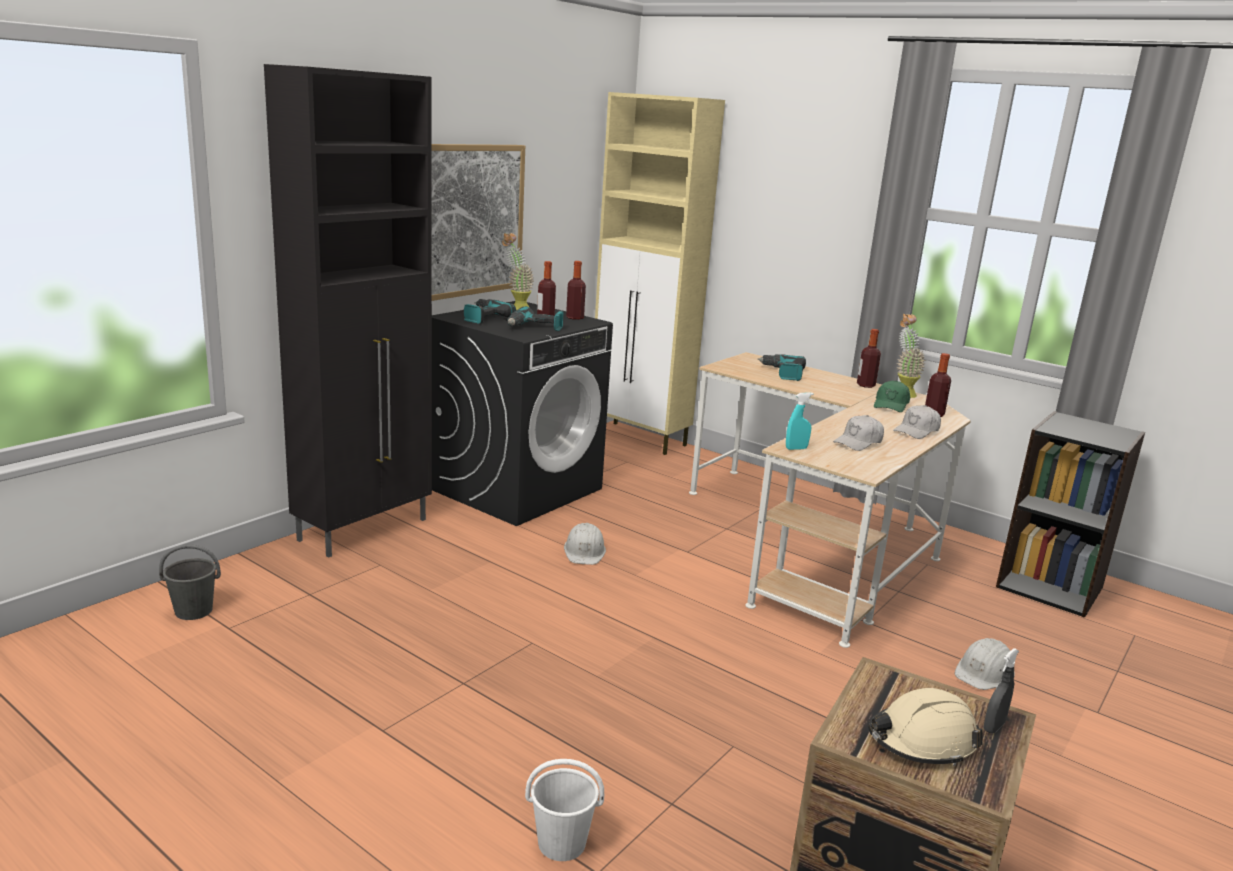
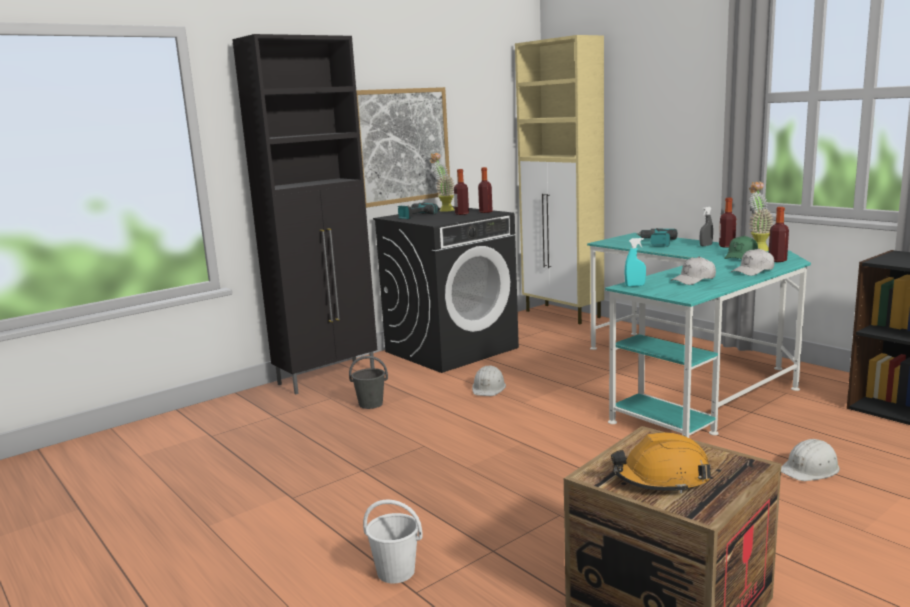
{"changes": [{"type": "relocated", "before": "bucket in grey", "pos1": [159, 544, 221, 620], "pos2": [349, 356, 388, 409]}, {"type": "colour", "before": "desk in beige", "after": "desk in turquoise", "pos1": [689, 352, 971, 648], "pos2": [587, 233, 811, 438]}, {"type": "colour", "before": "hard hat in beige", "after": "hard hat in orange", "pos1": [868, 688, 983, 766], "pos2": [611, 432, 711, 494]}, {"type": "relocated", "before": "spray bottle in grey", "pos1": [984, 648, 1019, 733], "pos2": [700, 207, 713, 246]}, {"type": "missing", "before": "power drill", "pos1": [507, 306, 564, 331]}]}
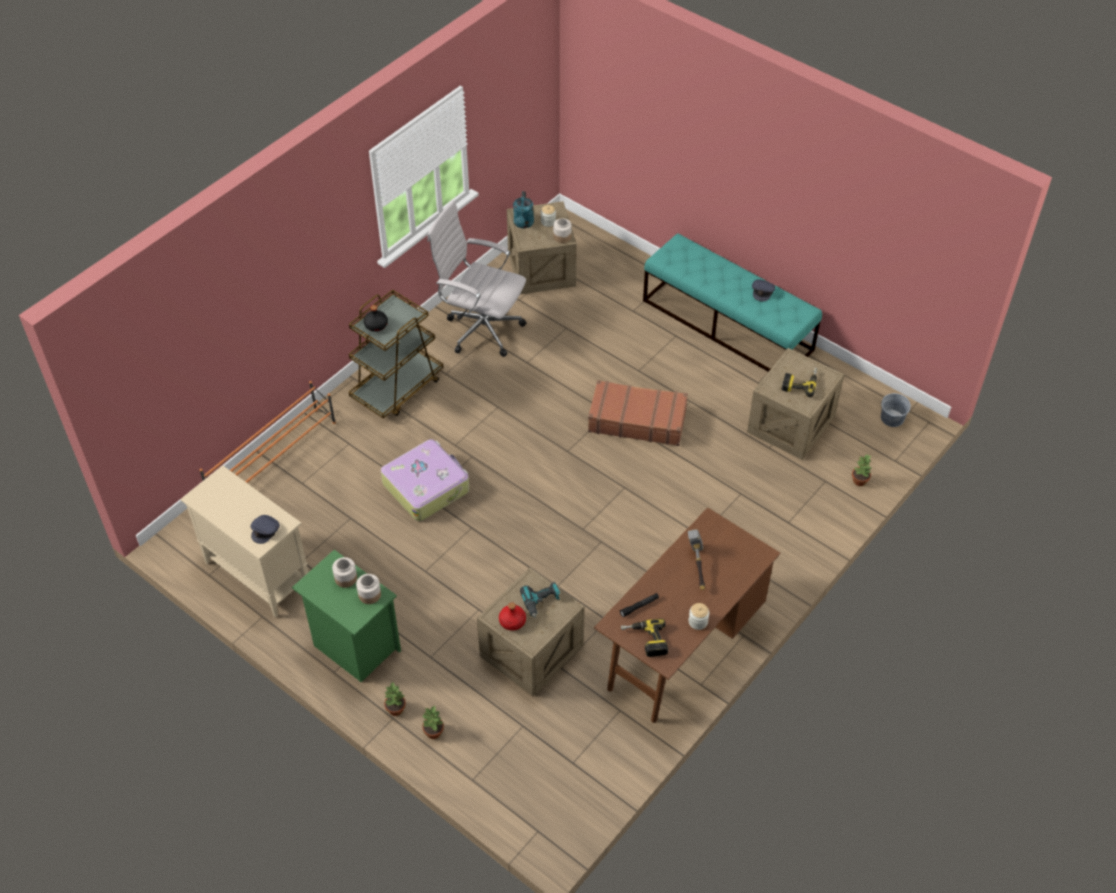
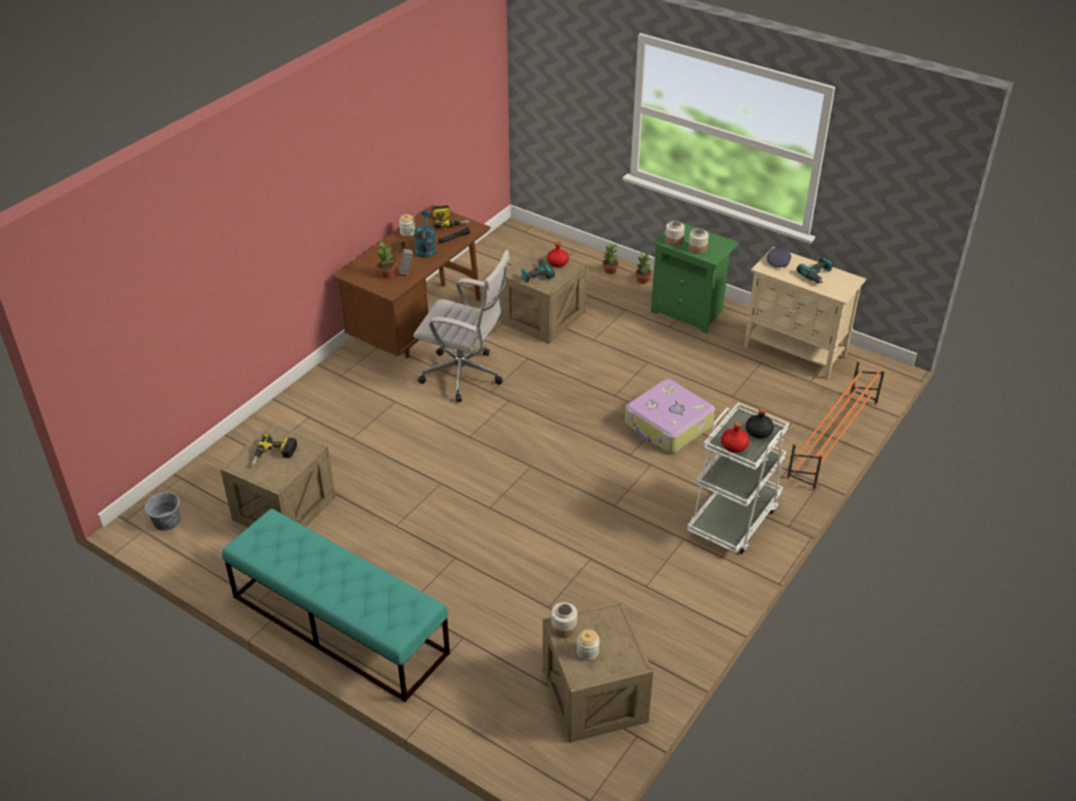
{"changes": [{"type": "relocated", "before": "potted plant", "pos1": [852, 454, 872, 486], "pos2": [377, 241, 395, 278]}, {"type": "relocated", "before": "office chair in white", "pos1": [427, 201, 527, 357], "pos2": [413, 250, 510, 402]}, {"type": "relocated", "before": "watering can in turquoise", "pos1": [513, 191, 534, 228], "pos2": [414, 210, 436, 258]}, {"type": "colour", "before": "cart in brown", "after": "cart in white", "pos1": [349, 290, 444, 419], "pos2": [687, 402, 789, 554]}, {"type": "appeared", "after": "bottle in red", "pos2": [721, 421, 750, 453]}, {"type": "appeared", "after": "power drill", "pos2": [797, 257, 832, 284]}, {"type": "missing", "before": "suitcase in brown", "pos1": [588, 380, 688, 446]}, {"type": "missing", "before": "cap in grey", "pos1": [752, 279, 775, 302]}]}
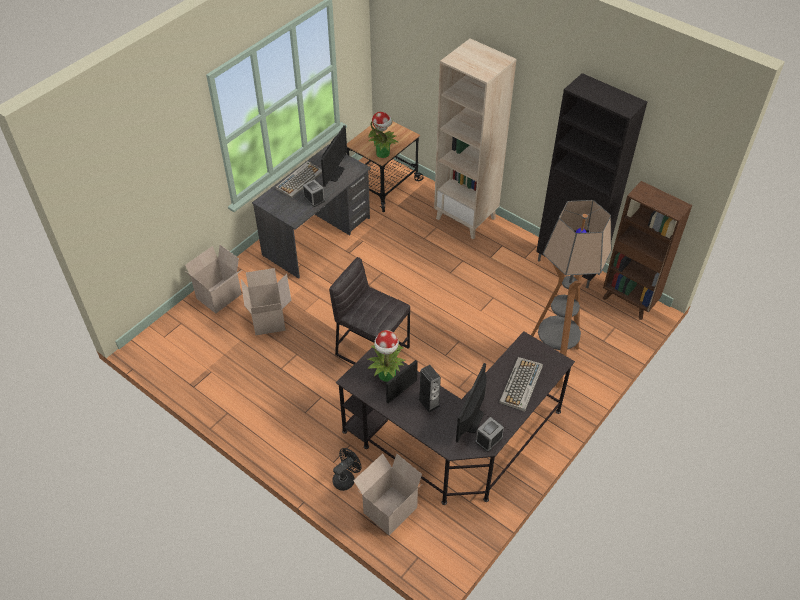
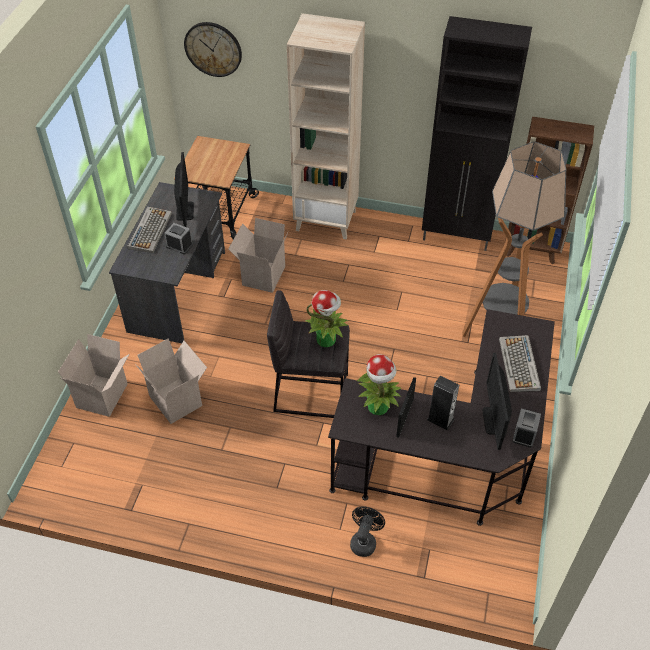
{"changes": [{"type": "appeared", "after": "wall clock", "pos2": [184, 22, 242, 77]}, {"type": "relocated", "before": "cardboard box", "pos1": [353, 453, 422, 535], "pos2": [228, 218, 289, 293]}, {"type": "relocated", "before": "potted plant", "pos1": [367, 111, 399, 158], "pos2": [305, 290, 349, 347]}]}
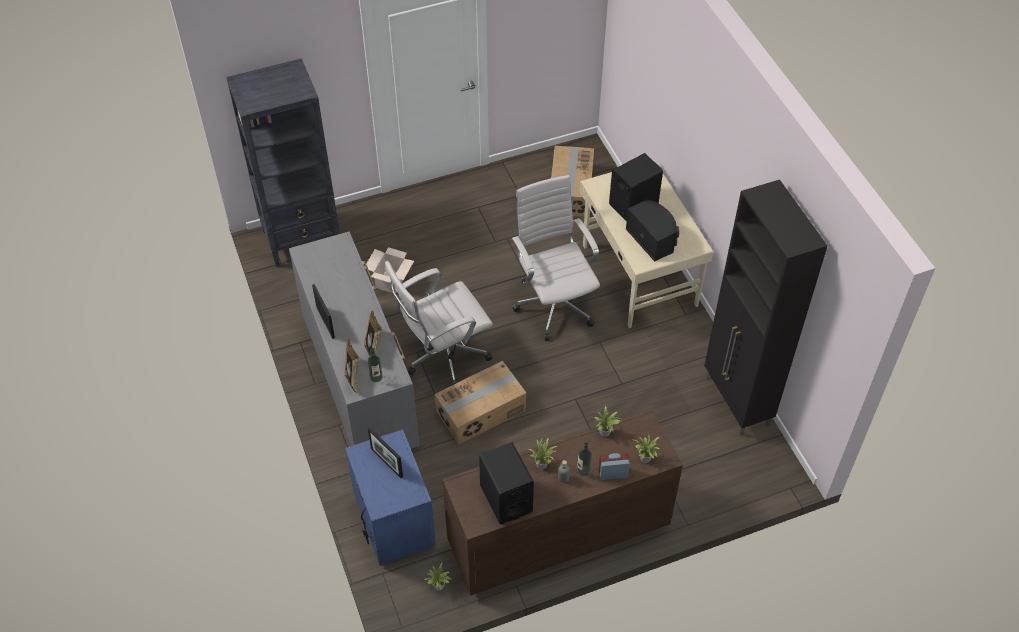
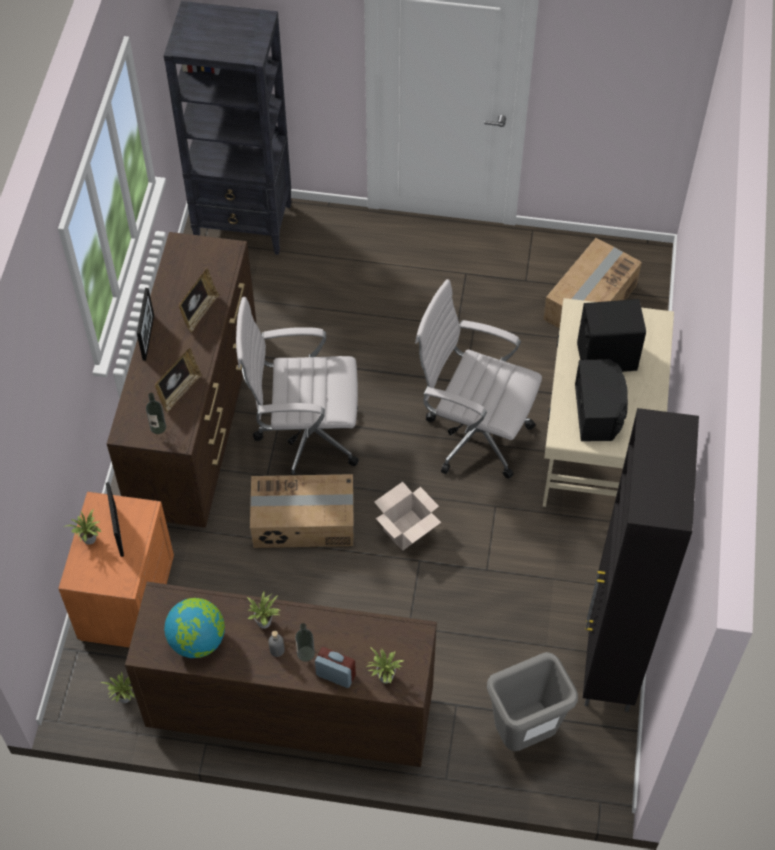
{"changes": [{"type": "colour", "before": "nightstand in blue", "after": "nightstand in orange", "pos1": [345, 429, 436, 565], "pos2": [58, 491, 174, 647]}, {"type": "relocated", "before": "potted plant", "pos1": [595, 406, 621, 437], "pos2": [64, 509, 102, 545]}, {"type": "colour", "before": "dresser in grey", "after": "dresser in brown", "pos1": [289, 232, 419, 449], "pos2": [107, 232, 256, 528]}, {"type": "exchanged", "before": "speaker in black", "after": "globe", "pos1": [479, 442, 534, 524], "pos2": [164, 598, 225, 658]}, {"type": "relocated", "before": "picture frame", "pos1": [345, 339, 360, 394], "pos2": [178, 269, 219, 333]}, {"type": "relocated", "before": "cardboard box", "pos1": [365, 247, 414, 293], "pos2": [374, 482, 441, 551]}, {"type": "spun", "before": "office chair in white", "pos1": [512, 175, 600, 341], "pos2": [415, 279, 542, 479], "turn": -75}, {"type": "appeared", "after": "trash can in grey", "pos2": [487, 652, 578, 751]}]}
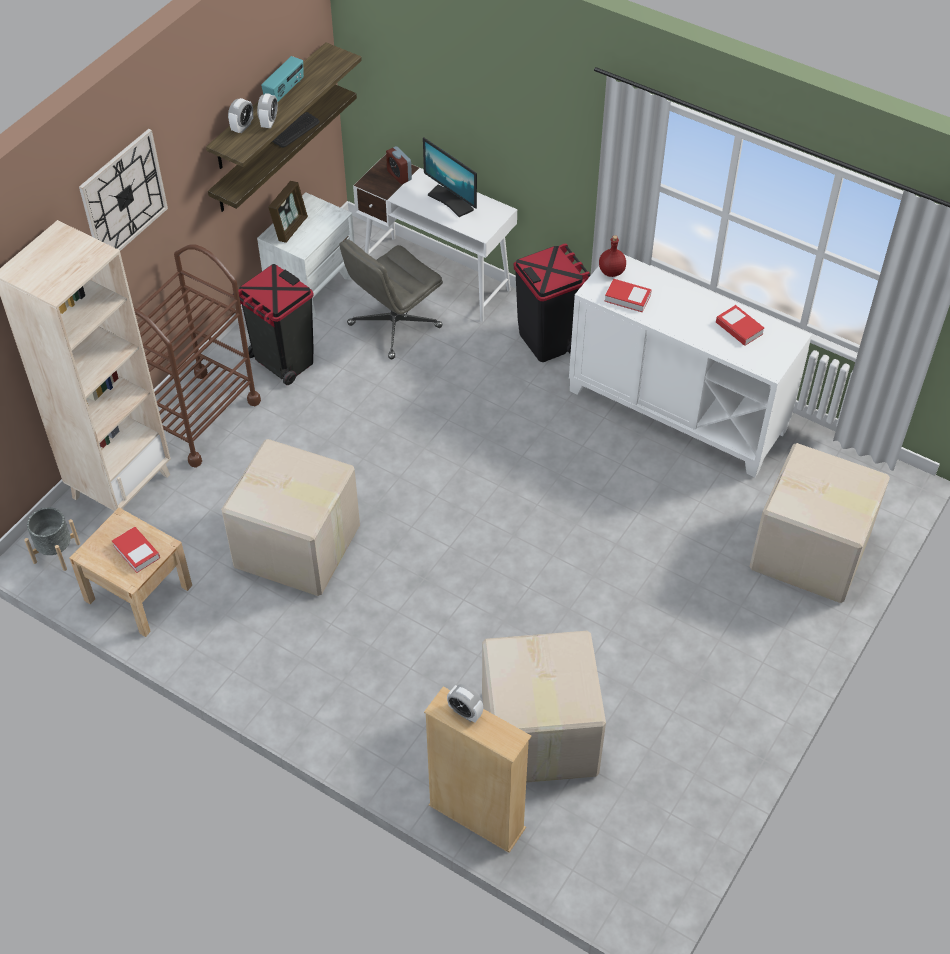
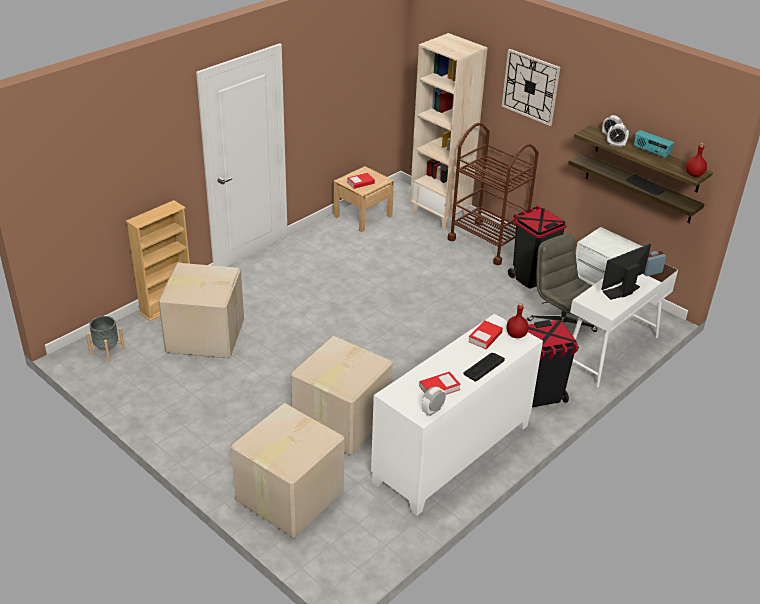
{"changes": [{"type": "relocated", "before": "planter in grey", "pos1": [24, 507, 80, 571], "pos2": [86, 316, 125, 362]}, {"type": "relocated", "before": "cardboard box", "pos1": [221, 439, 360, 596], "pos2": [291, 336, 393, 455]}, {"type": "relocated", "before": "alarm clock", "pos1": [447, 684, 483, 723], "pos2": [422, 386, 446, 416]}, {"type": "appeared", "after": "keyboard", "pos2": [464, 353, 505, 382]}, {"type": "appeared", "after": "bottle in red", "pos2": [686, 143, 707, 177]}, {"type": "missing", "before": "picture frame", "pos1": [268, 181, 308, 243]}]}
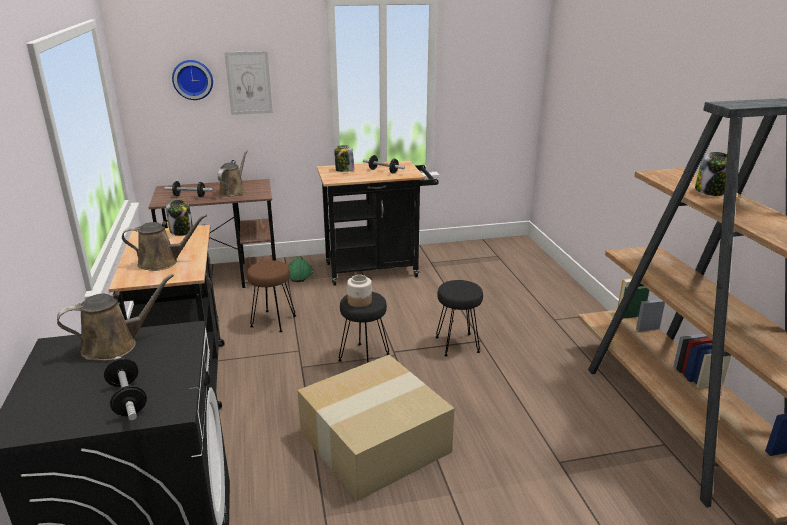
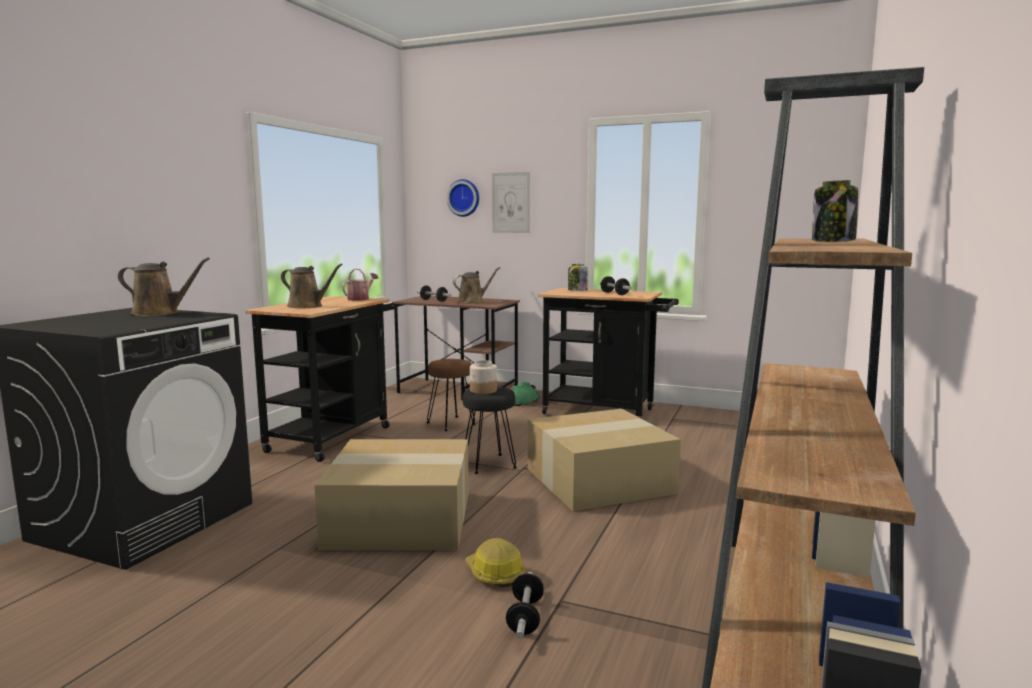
{"changes": [{"type": "exchanged", "before": "jar", "after": "watering can", "pos1": [166, 200, 193, 236], "pos2": [342, 269, 378, 301]}, {"type": "appeared", "after": "hard hat", "pos2": [465, 538, 525, 587]}, {"type": "relocated", "before": "dumbbell", "pos1": [104, 356, 147, 420], "pos2": [506, 572, 544, 639]}, {"type": "exchanged", "before": "stool in black", "after": "cardboard box", "pos1": [435, 280, 483, 357], "pos2": [528, 409, 681, 511]}]}
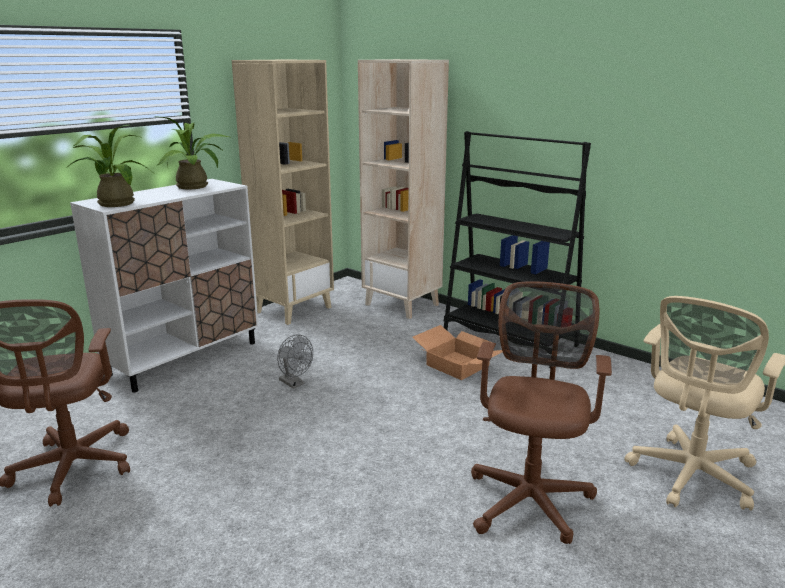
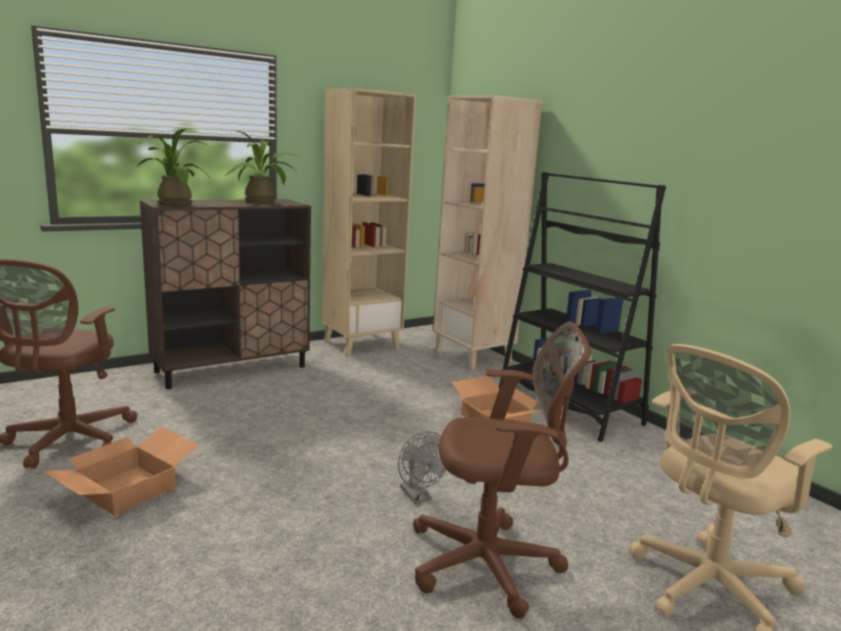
{"changes": [{"type": "appeared", "after": "cardboard box", "pos2": [43, 427, 199, 516]}, {"type": "colour", "before": "cabinet in white", "after": "cabinet in brown", "pos1": [70, 179, 259, 392], "pos2": [140, 199, 311, 389]}, {"type": "relocated", "before": "fan in grey", "pos1": [277, 334, 313, 389], "pos2": [398, 431, 446, 504]}, {"type": "spun", "before": "office chair in brown", "pos1": [471, 281, 612, 544], "pos2": [413, 321, 591, 619], "turn": 60}]}
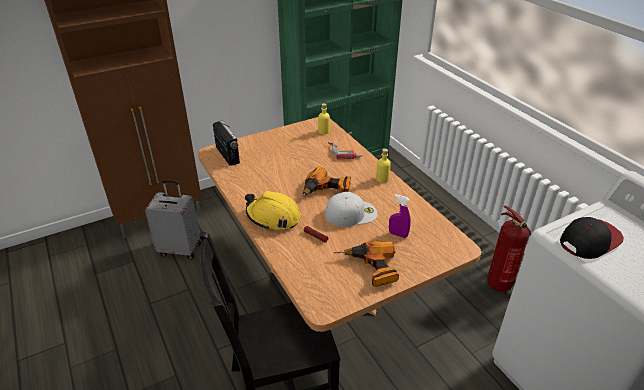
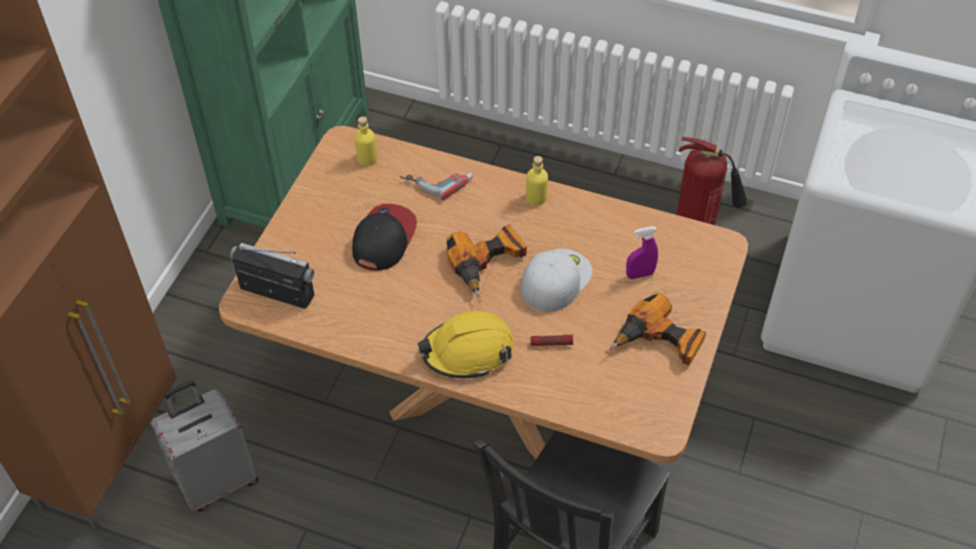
{"changes": [{"type": "relocated", "before": "cap", "pos1": [560, 217, 624, 259], "pos2": [352, 204, 417, 271]}]}
